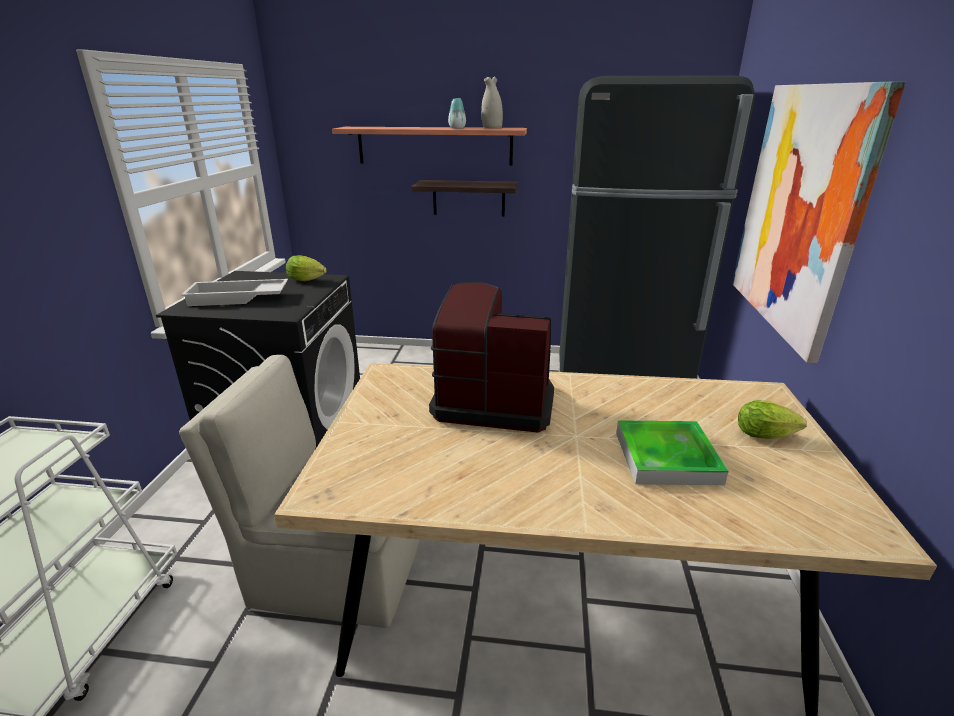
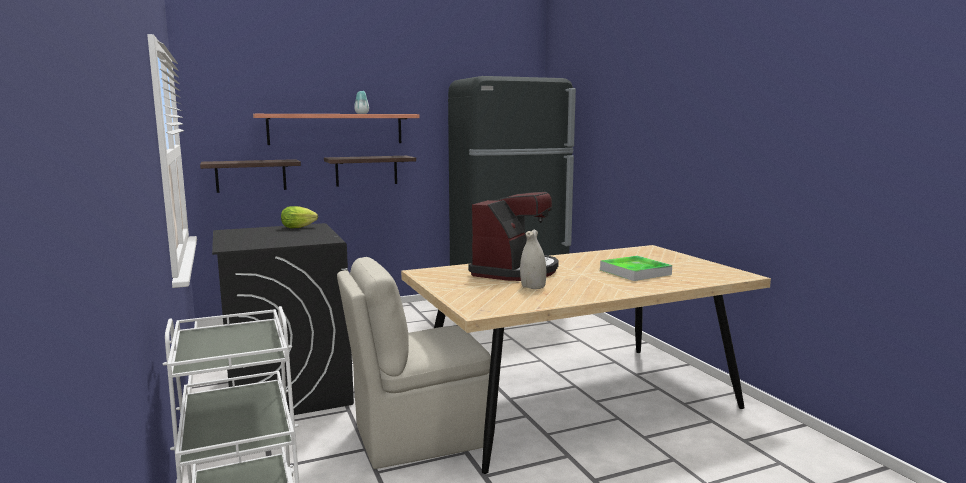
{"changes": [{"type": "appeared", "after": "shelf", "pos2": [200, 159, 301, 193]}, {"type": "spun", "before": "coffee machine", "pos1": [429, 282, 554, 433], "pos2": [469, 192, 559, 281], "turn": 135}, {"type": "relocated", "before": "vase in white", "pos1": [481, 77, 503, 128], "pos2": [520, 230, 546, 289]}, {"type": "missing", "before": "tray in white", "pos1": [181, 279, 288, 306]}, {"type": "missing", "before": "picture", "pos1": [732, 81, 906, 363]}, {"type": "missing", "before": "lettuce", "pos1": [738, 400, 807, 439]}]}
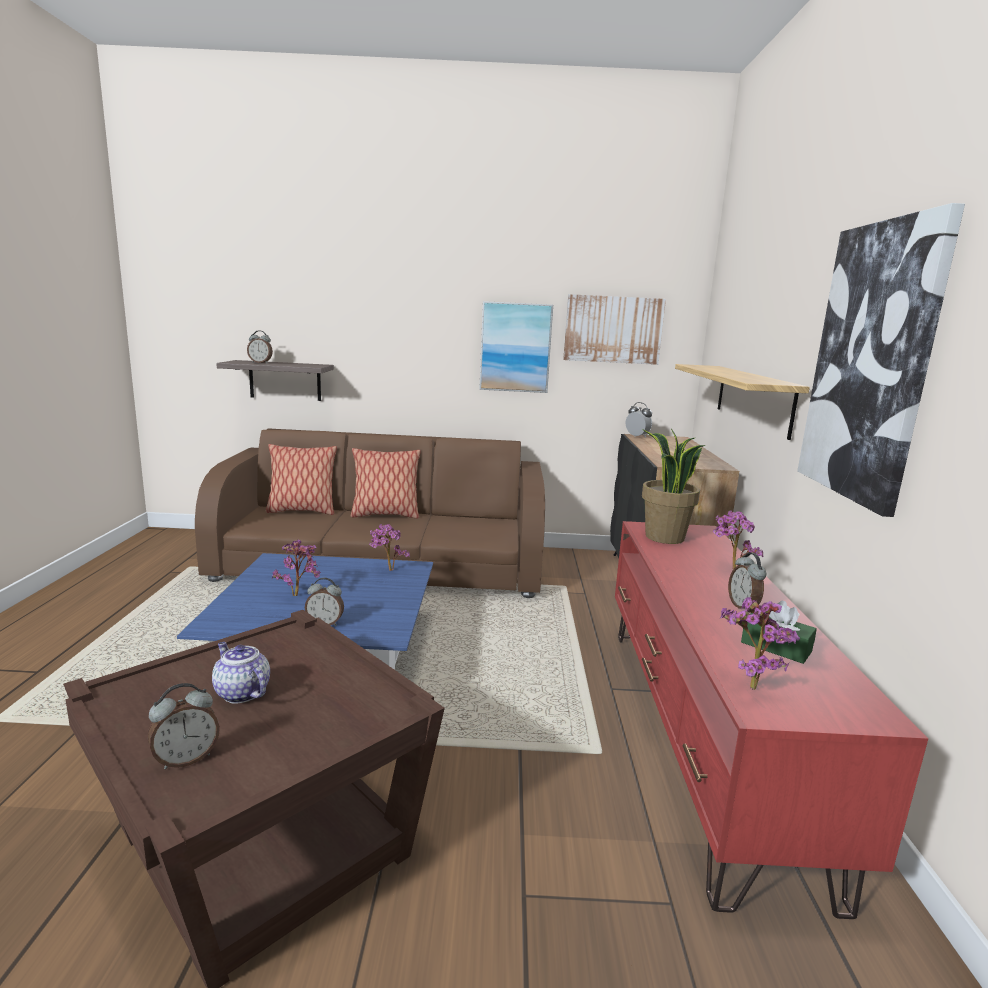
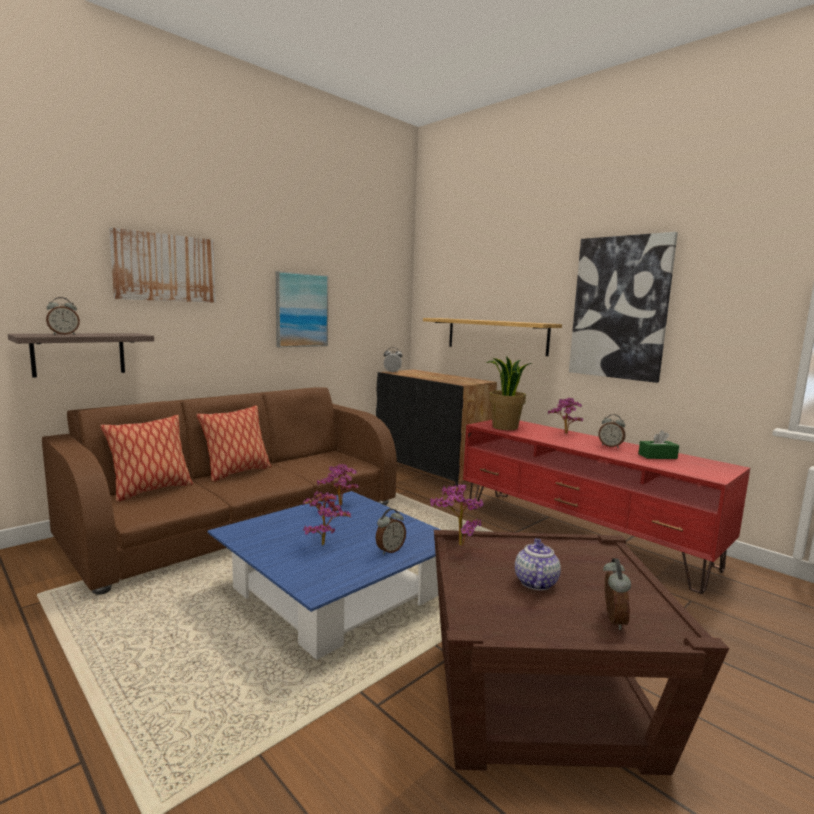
{"changes": [{"type": "relocated", "before": "picture", "pos1": [563, 294, 666, 365], "pos2": [109, 228, 216, 303]}, {"type": "relocated", "before": "potted plant", "pos1": [720, 597, 800, 690], "pos2": [430, 484, 484, 546]}, {"type": "spun", "before": "teapot", "pos1": [212, 642, 270, 704], "pos2": [515, 538, 561, 590], "turn": 105}]}
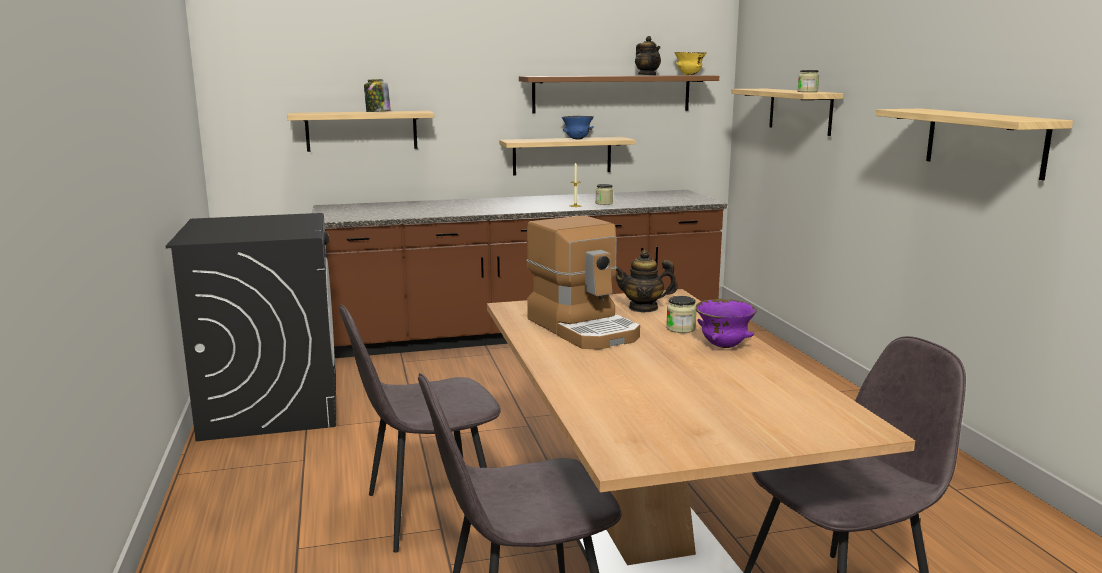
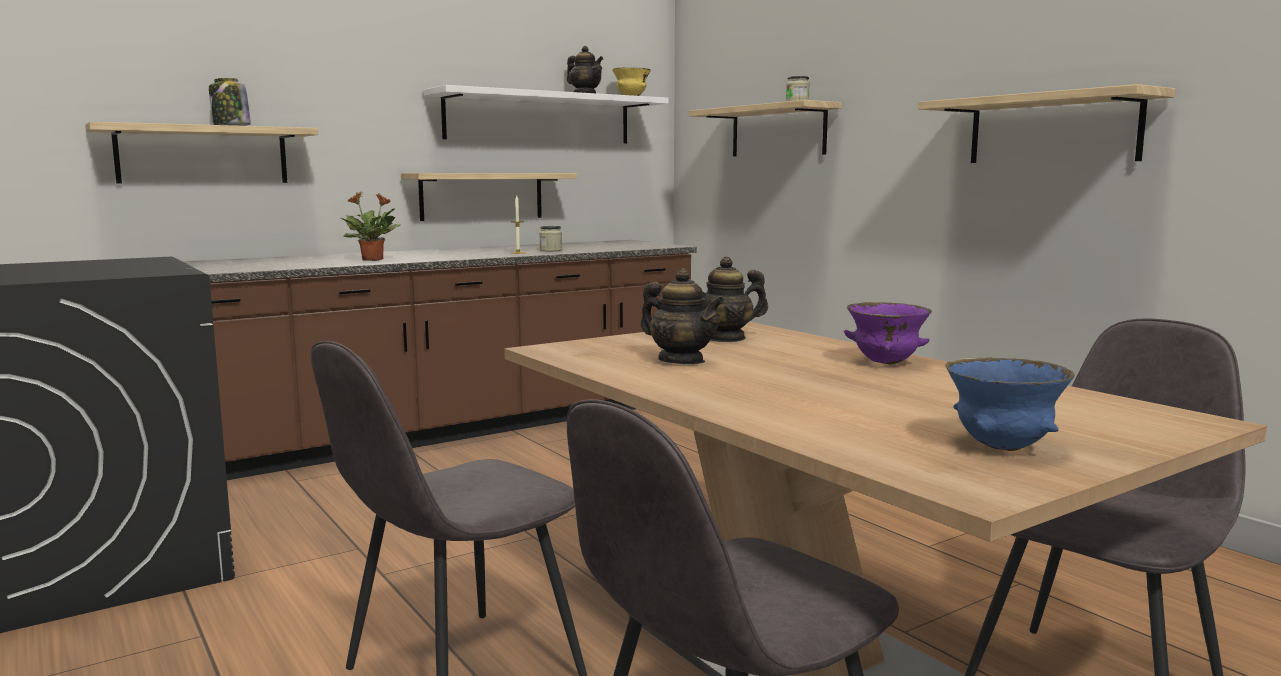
{"changes": [{"type": "appeared", "after": "potted plant", "pos2": [341, 192, 400, 261]}, {"type": "colour", "before": "shelf in brown", "after": "shelf in white", "pos1": [519, 75, 719, 113], "pos2": [424, 85, 669, 143]}, {"type": "exchanged", "before": "coffee machine", "after": "teapot", "pos1": [526, 215, 640, 350], "pos2": [641, 268, 725, 364]}, {"type": "relocated", "before": "bowl in blue", "pos1": [561, 116, 594, 139], "pos2": [945, 357, 1075, 451]}, {"type": "missing", "before": "jar", "pos1": [666, 296, 696, 333]}]}
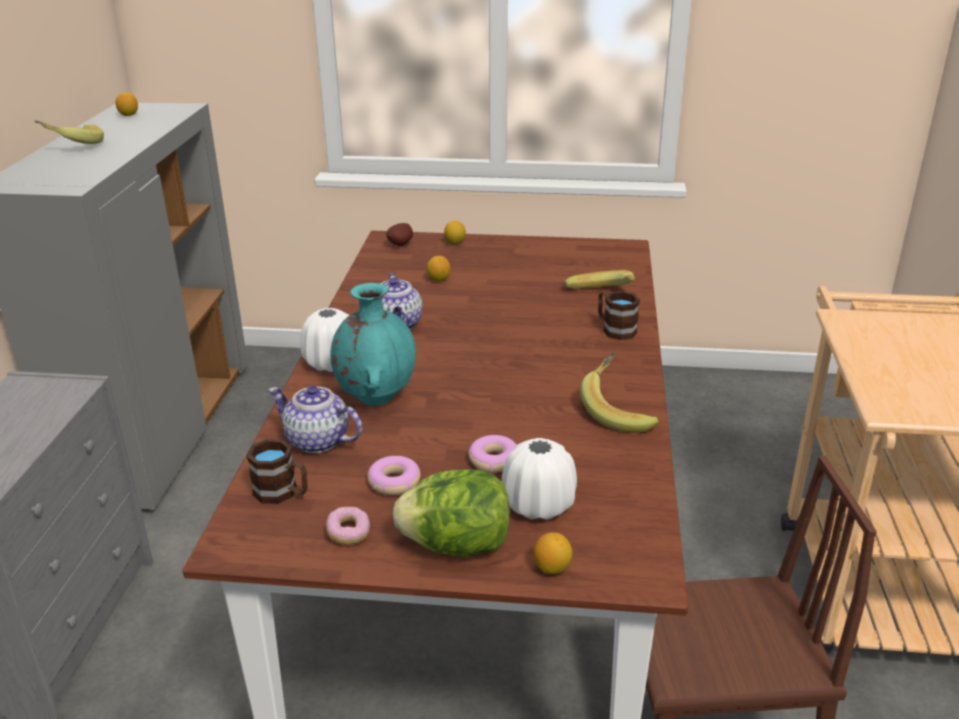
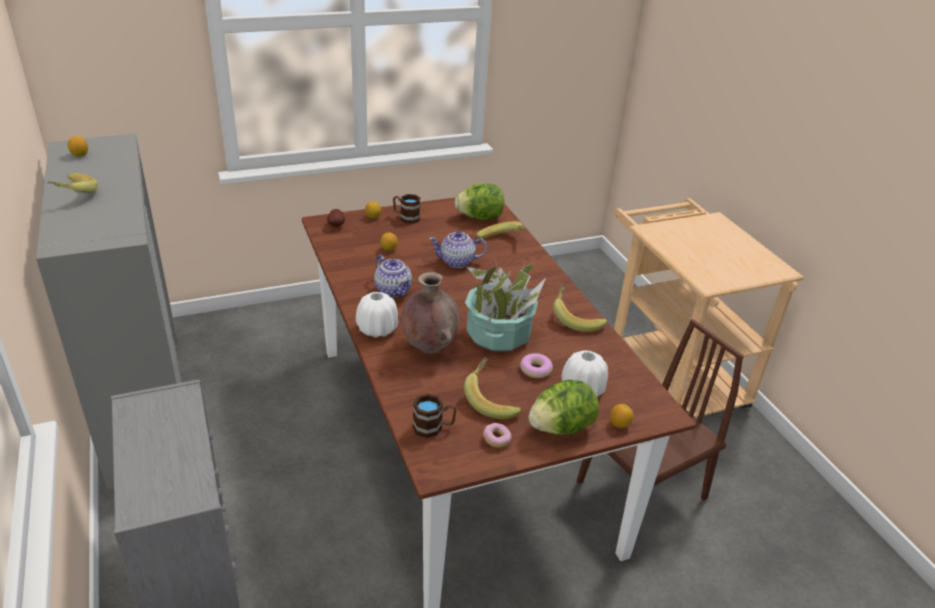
{"changes": [{"type": "relocated", "before": "mug in brown", "pos1": [598, 291, 640, 340], "pos2": [393, 194, 420, 224]}, {"type": "colour", "before": "vase in turquoise", "after": "vase in brown", "pos1": [330, 283, 416, 406], "pos2": [401, 272, 459, 354]}, {"type": "relocated", "before": "teapot", "pos1": [268, 386, 362, 453], "pos2": [429, 231, 487, 268]}, {"type": "appeared", "after": "lettuce", "pos2": [455, 183, 504, 220]}, {"type": "exchanged", "before": "donut", "after": "banana", "pos1": [367, 456, 421, 495], "pos2": [464, 357, 522, 419]}, {"type": "appeared", "after": "potted plant", "pos2": [465, 260, 546, 351]}]}
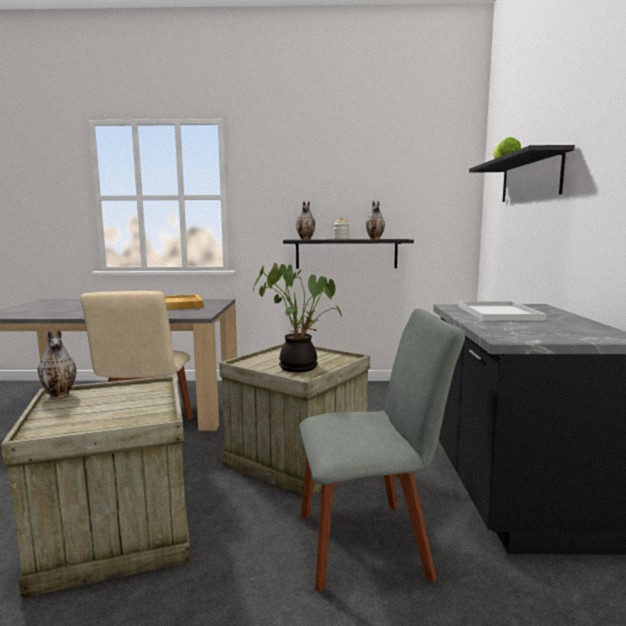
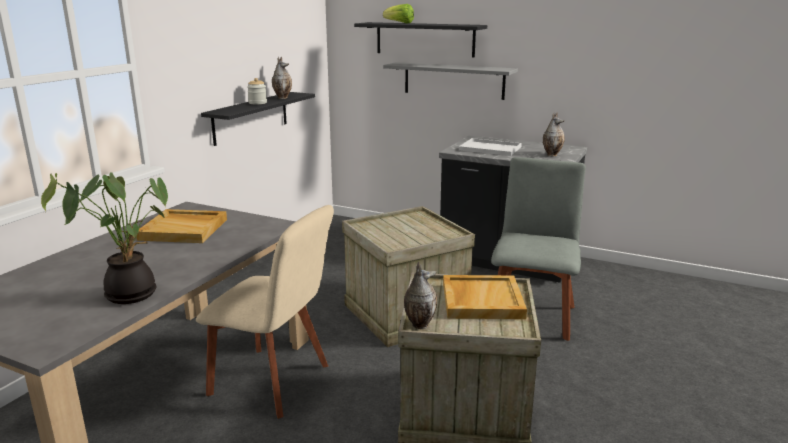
{"changes": [{"type": "relocated", "before": "potted plant", "pos1": [253, 263, 342, 372], "pos2": [41, 172, 168, 304]}, {"type": "appeared", "after": "shelf in grey", "pos2": [383, 62, 518, 100]}, {"type": "appeared", "after": "tray in beige", "pos2": [443, 275, 527, 319]}, {"type": "relocated", "before": "vase", "pos1": [296, 201, 315, 240], "pos2": [543, 112, 565, 156]}]}
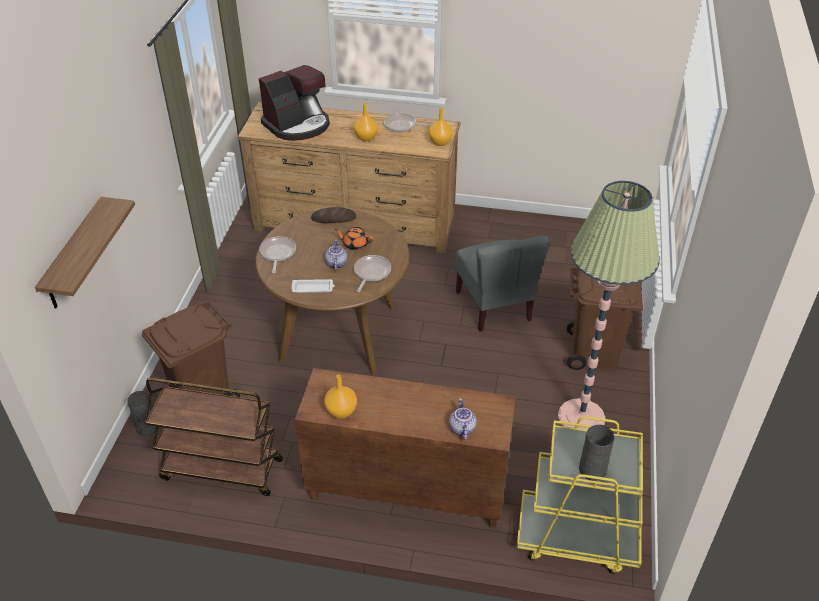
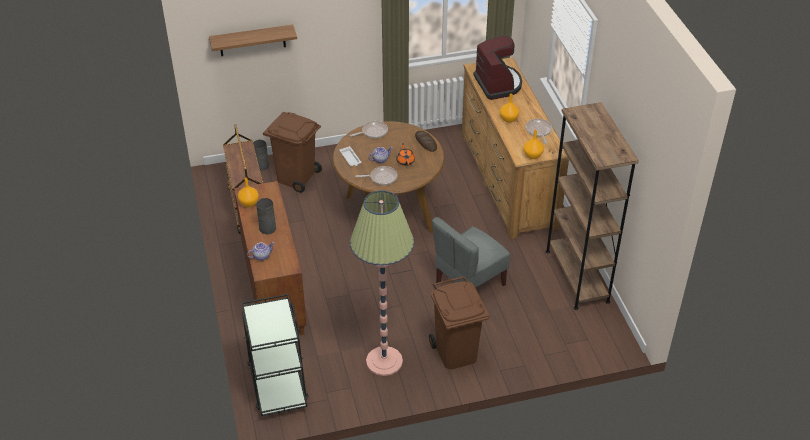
{"changes": [{"type": "colour", "before": "cart in yellow", "after": "cart in black", "pos1": [516, 416, 643, 574], "pos2": [241, 294, 308, 416]}, {"type": "relocated", "before": "vase in grey", "pos1": [579, 425, 614, 481], "pos2": [256, 198, 276, 235]}, {"type": "spun", "before": "coffee machine", "pos1": [259, 65, 330, 141], "pos2": [473, 35, 522, 100], "turn": -135}, {"type": "appeared", "after": "bookcase in brown", "pos2": [545, 102, 639, 310]}]}
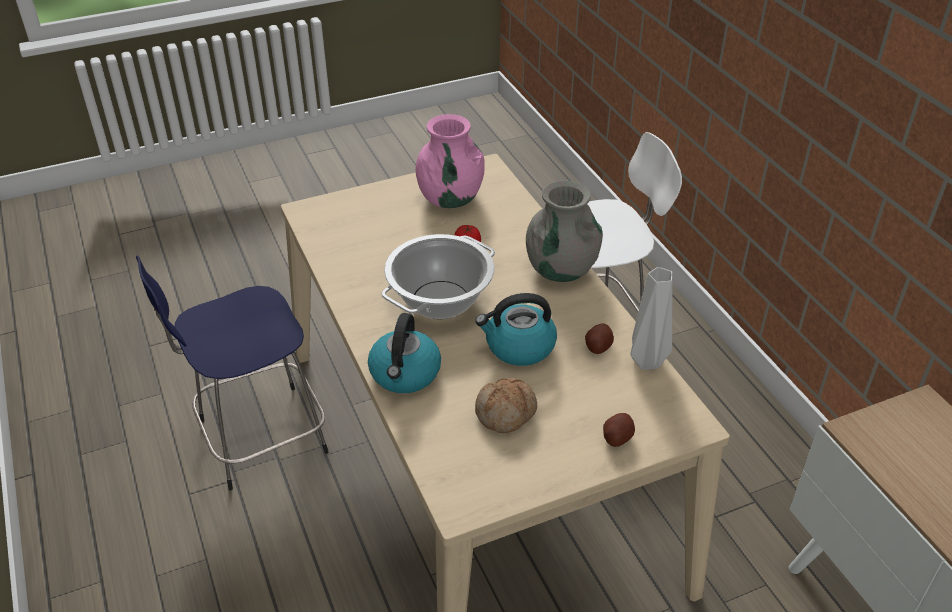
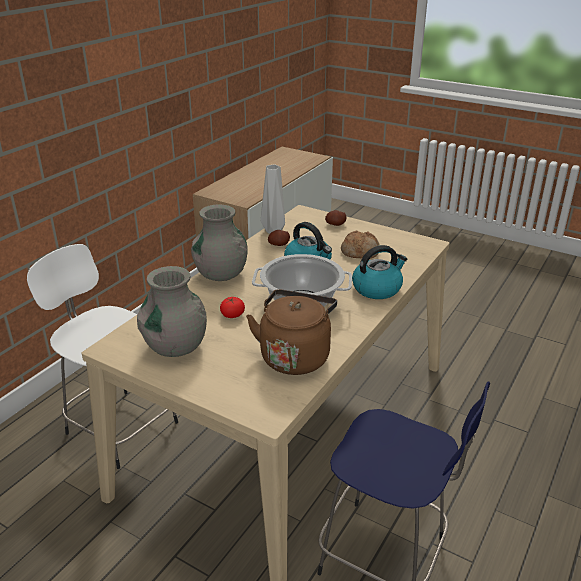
{"changes": [{"type": "colour", "before": "vase in pink", "after": "vase in grey", "pos1": [416, 114, 485, 208], "pos2": [137, 266, 207, 357]}, {"type": "appeared", "after": "kettle in brown", "pos2": [246, 289, 337, 375]}]}
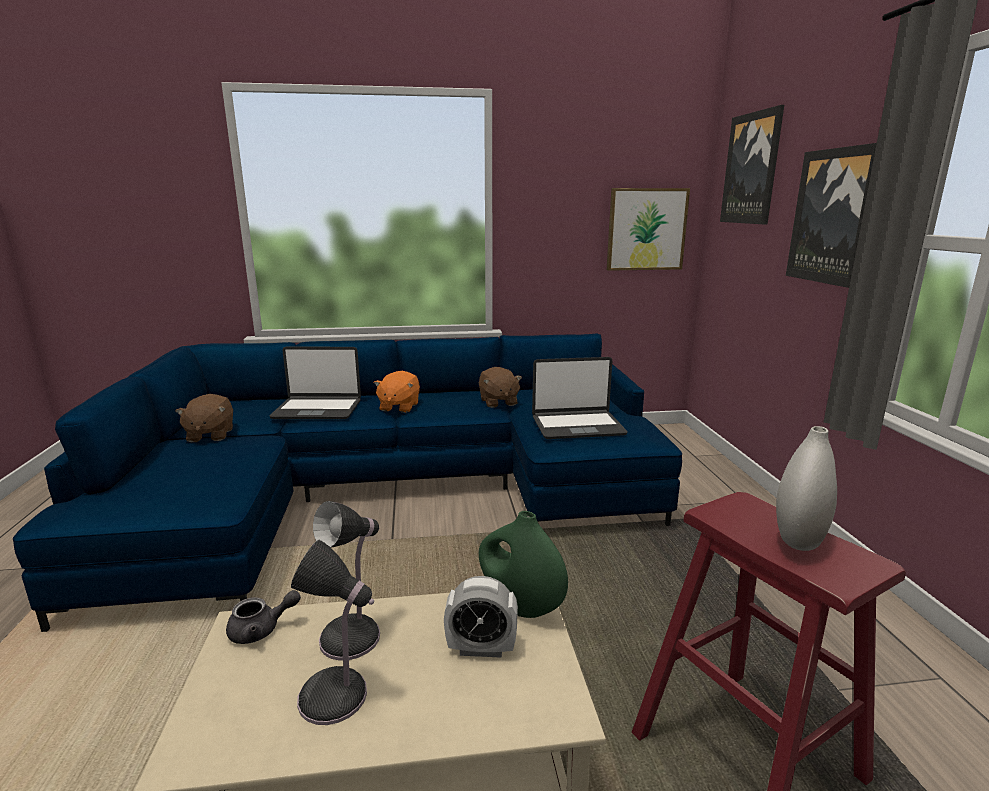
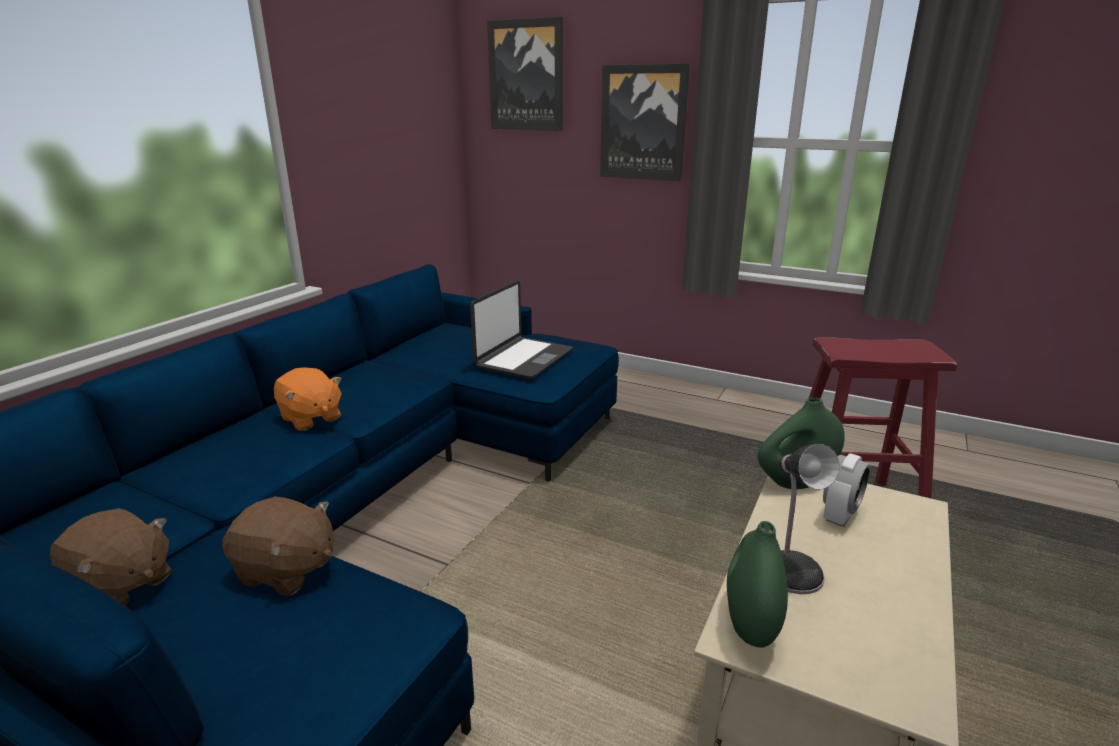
{"changes": [{"type": "relocated", "before": "plush toy in brown", "pos1": [479, 367, 522, 408], "pos2": [222, 497, 334, 596]}, {"type": "exchanged", "before": "teapot in grey", "after": "vase in green", "pos1": [226, 590, 301, 644], "pos2": [727, 521, 788, 647]}, {"type": "missing", "before": "laptop", "pos1": [270, 347, 361, 419]}, {"type": "missing", "before": "table lamp", "pos1": [291, 540, 374, 725]}, {"type": "missing", "before": "picture", "pos1": [607, 188, 690, 271]}, {"type": "missing", "before": "vase in white", "pos1": [776, 426, 837, 551]}]}
